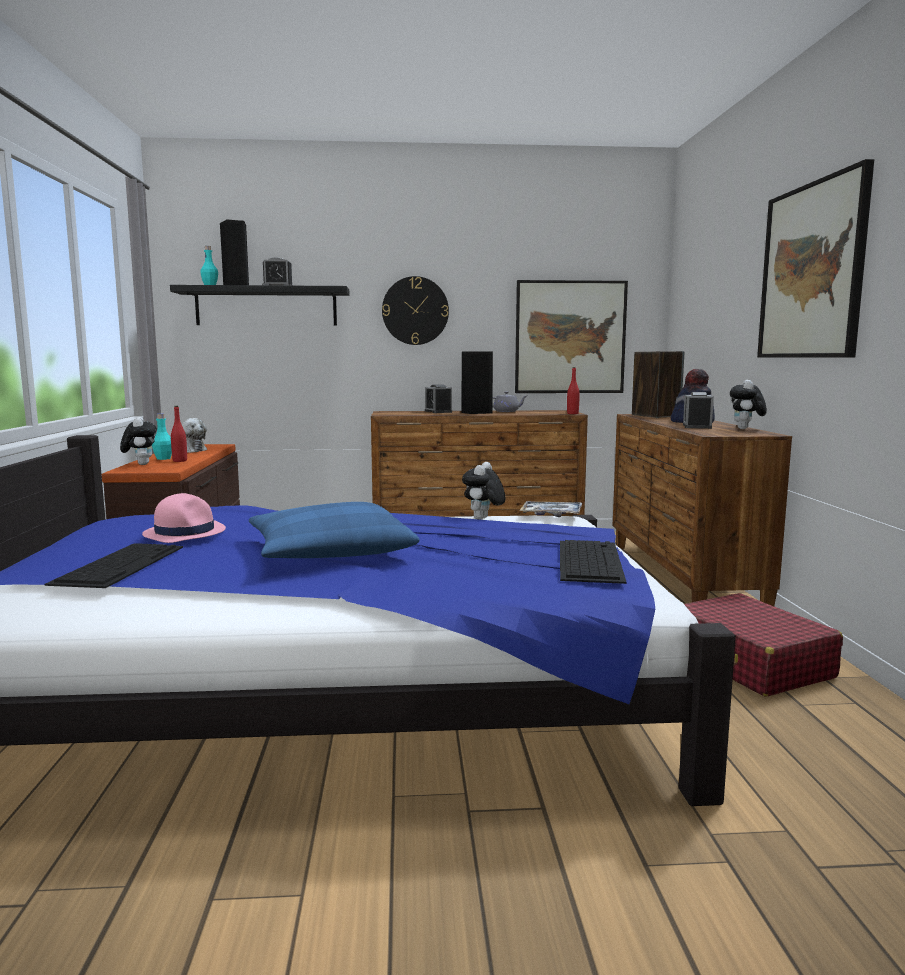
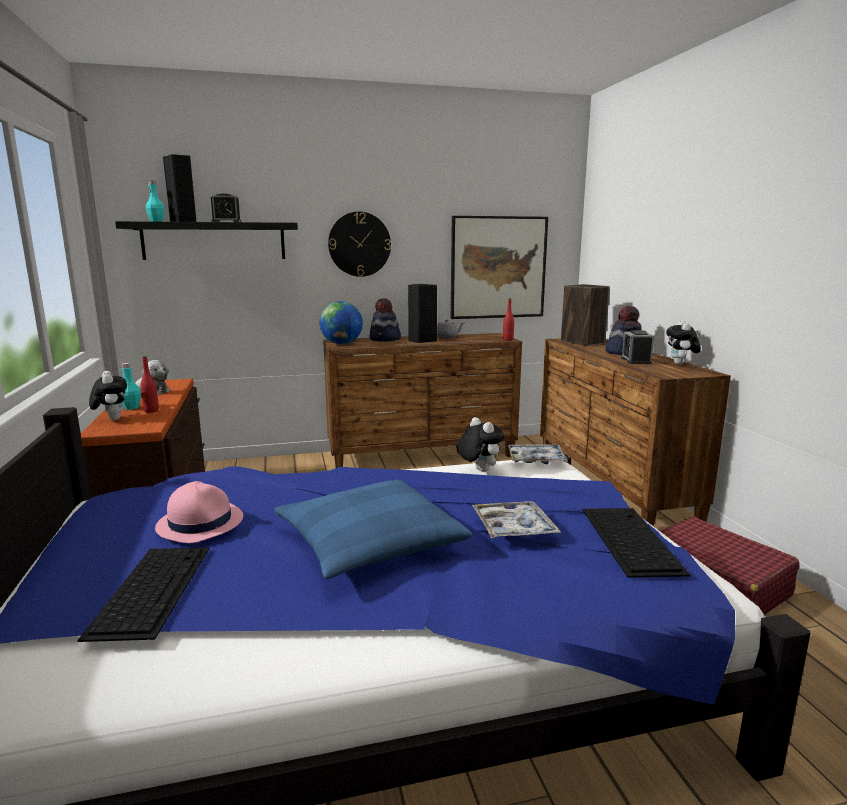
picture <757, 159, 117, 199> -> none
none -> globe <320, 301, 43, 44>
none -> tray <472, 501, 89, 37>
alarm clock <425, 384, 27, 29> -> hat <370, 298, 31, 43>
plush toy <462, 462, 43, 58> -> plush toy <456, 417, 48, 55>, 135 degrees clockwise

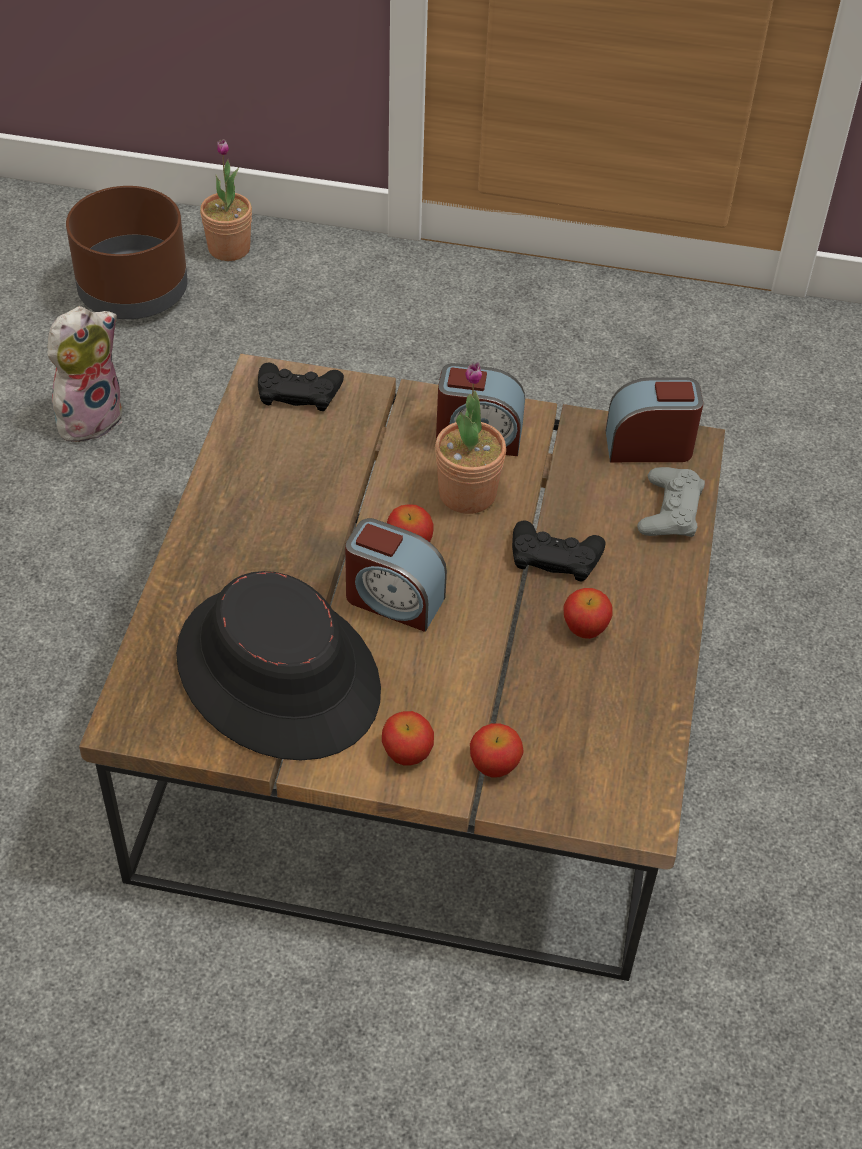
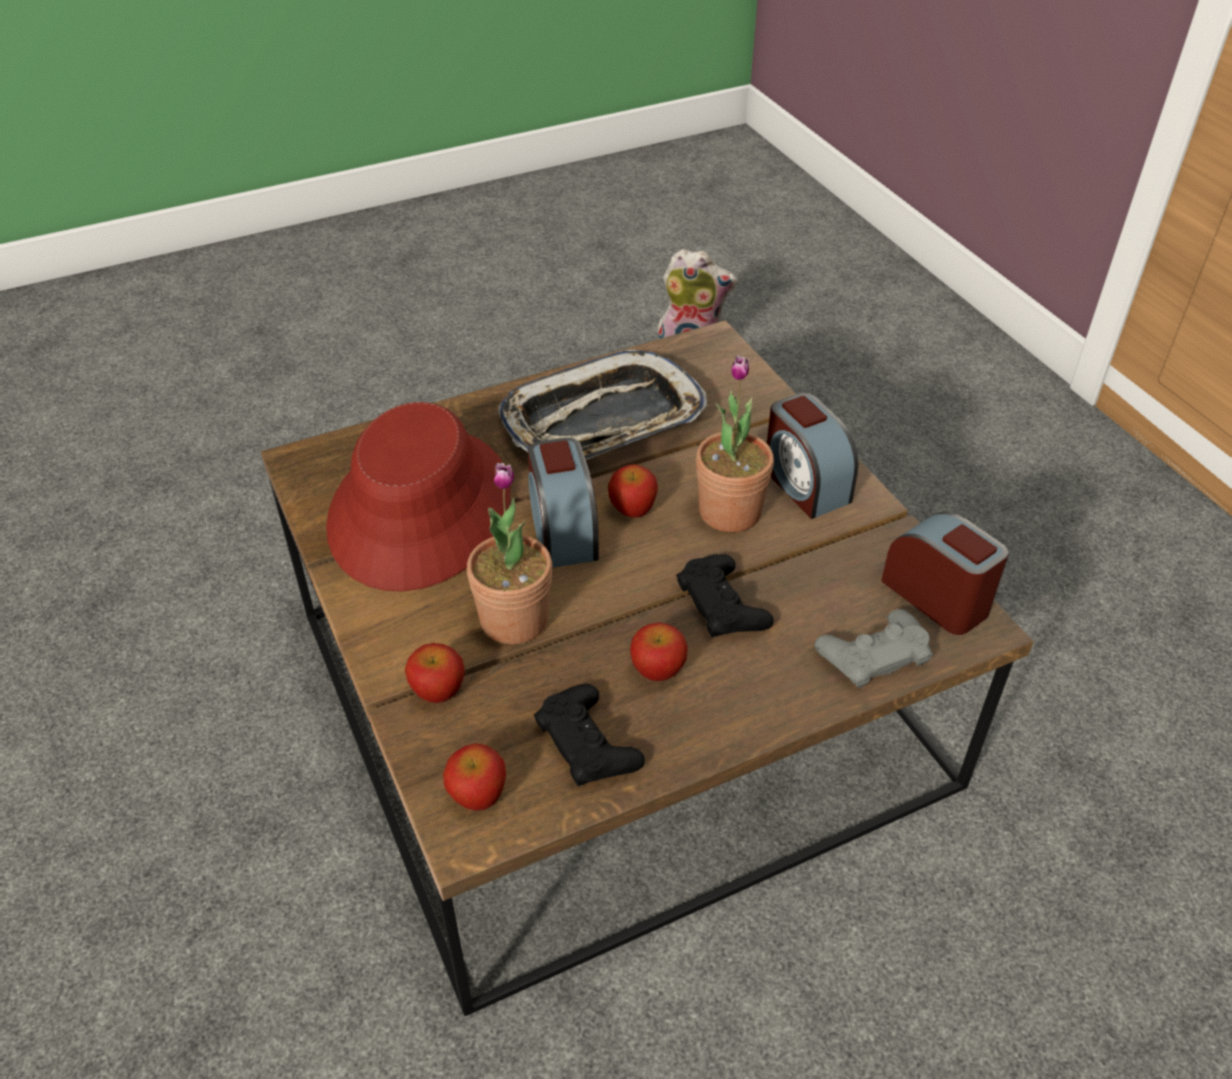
planter (brown) <66, 186, 122, 133> -> none
none -> tray <498, 350, 209, 110>
potted plant <200, 139, 52, 122> -> potted plant <467, 463, 85, 182>, moved
game controller (black) <258, 363, 86, 48> -> game controller (black) <534, 684, 111, 102>, moved
apple <382, 711, 52, 54> -> apple <443, 743, 63, 68>, moved
hat (black) <176, 571, 205, 189> -> hat (red) <326, 402, 184, 189>

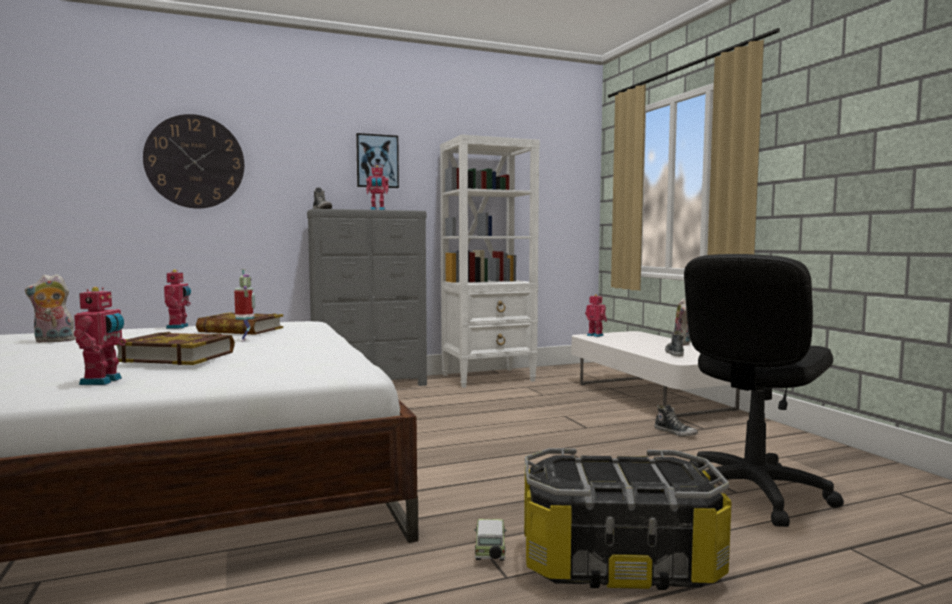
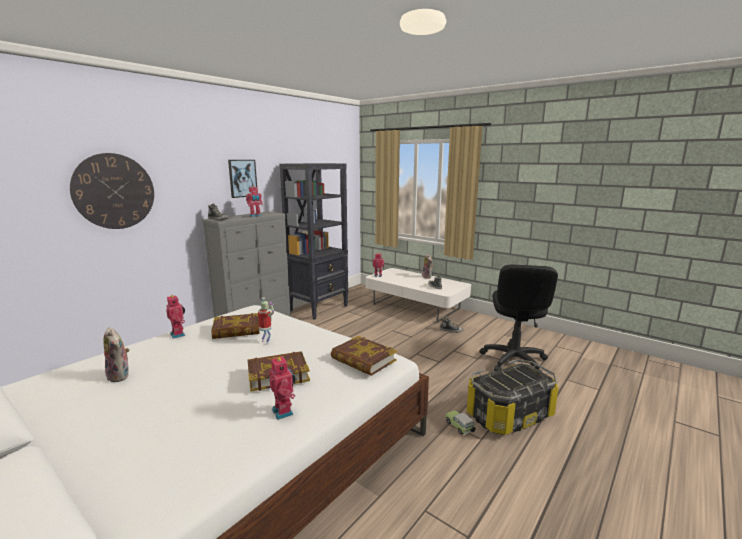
none -> book <331, 336, 66, 40>
bookcase (white) <440, 134, 100, 254> -> bookcase (black) <280, 163, 69, 157>
plush toy <25, 274, 51, 69> -> plush toy <104, 327, 26, 56>, 90 degrees counterclockwise

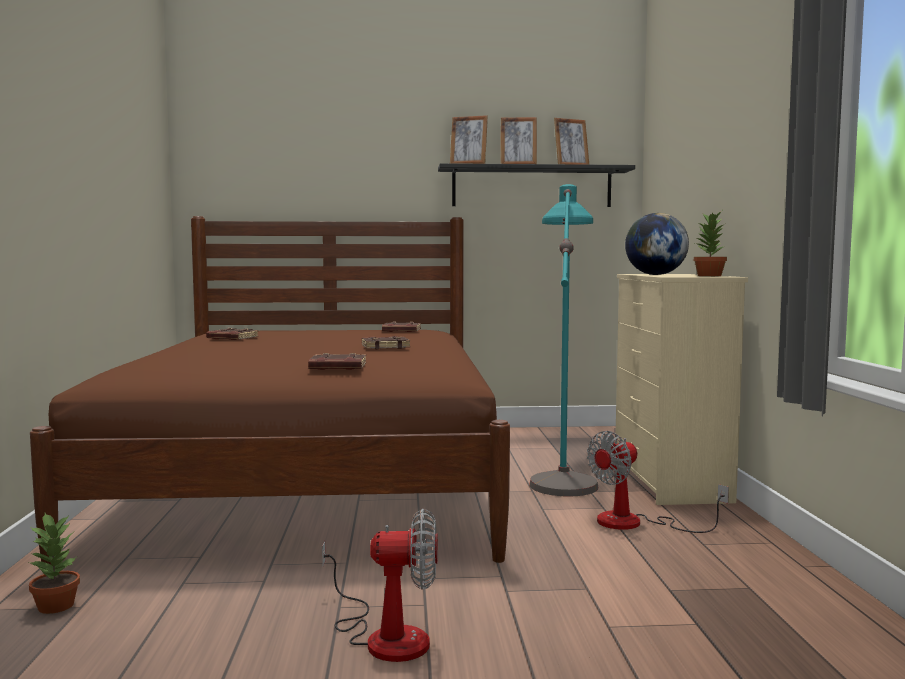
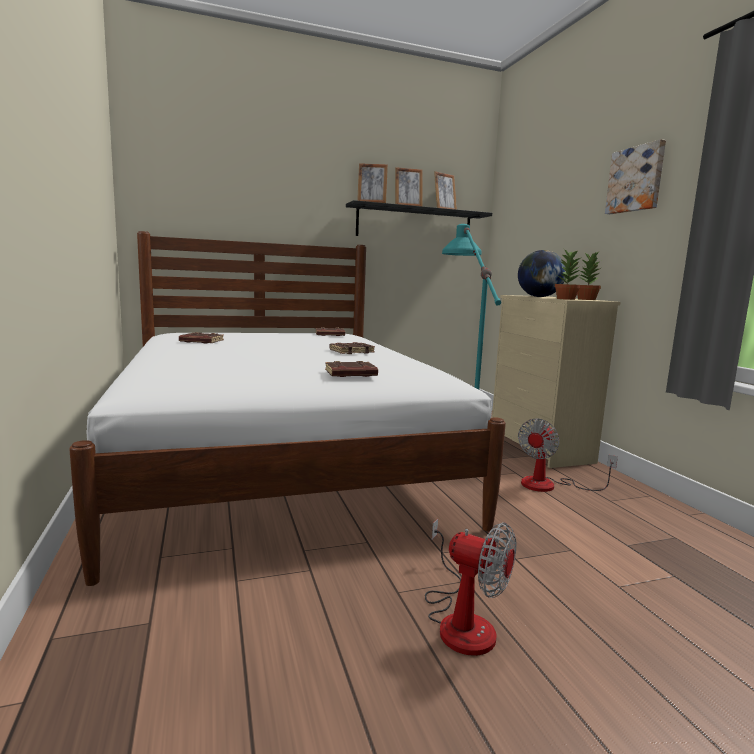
none -> picture <605, 139, 61, 75>
potted plant <29, 513, 51, 101> -> potted plant <555, 249, 27, 51>, moved
bed (brown) <30, 216, 480, 358> -> bed (white) <69, 231, 437, 355>
fan <322, 508, 116, 154> -> fan <425, 519, 91, 137>, 45 degrees clockwise

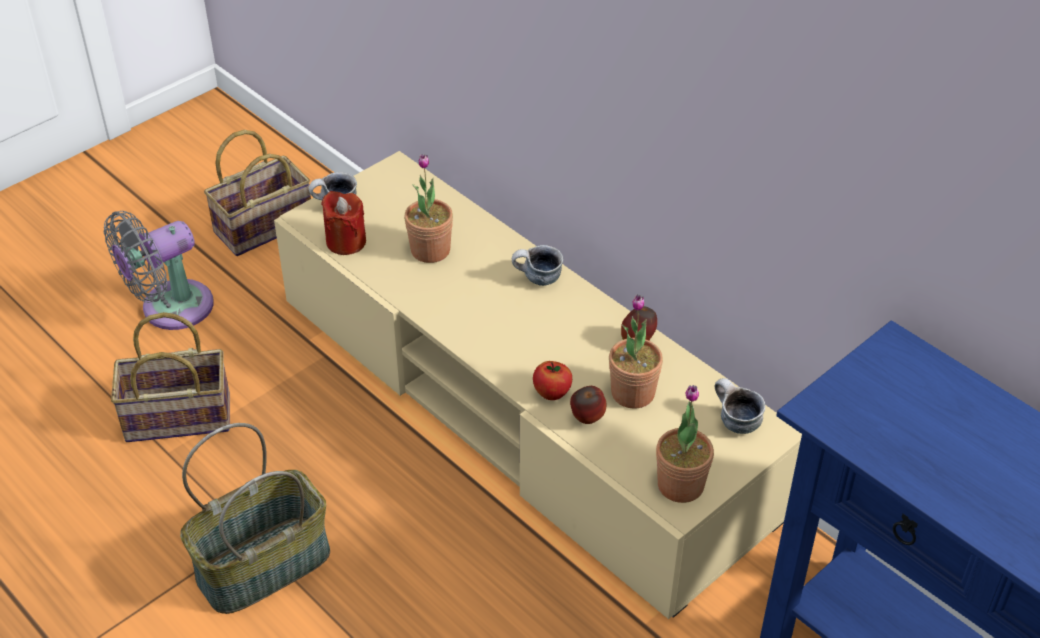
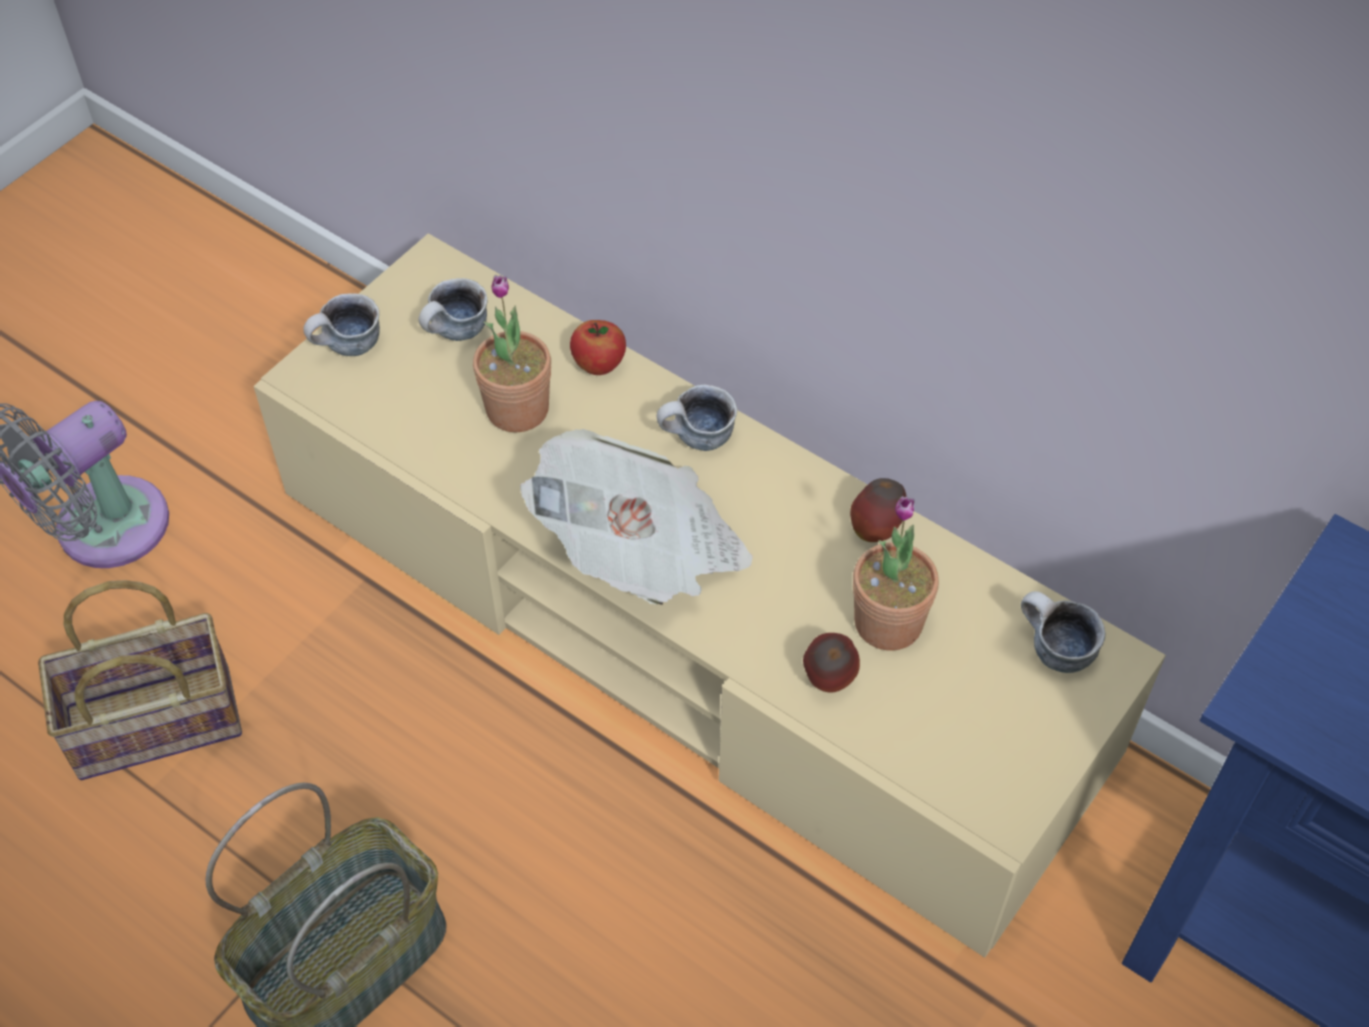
basket <204, 130, 107, 126> -> none
candle (red) <321, 191, 45, 64> -> none
potted plant <656, 385, 58, 118> -> none
none -> mug <418, 278, 69, 63>
none -> newspaper <520, 429, 233, 176>
apple <533, 361, 39, 39> -> apple <570, 320, 56, 55>, moved

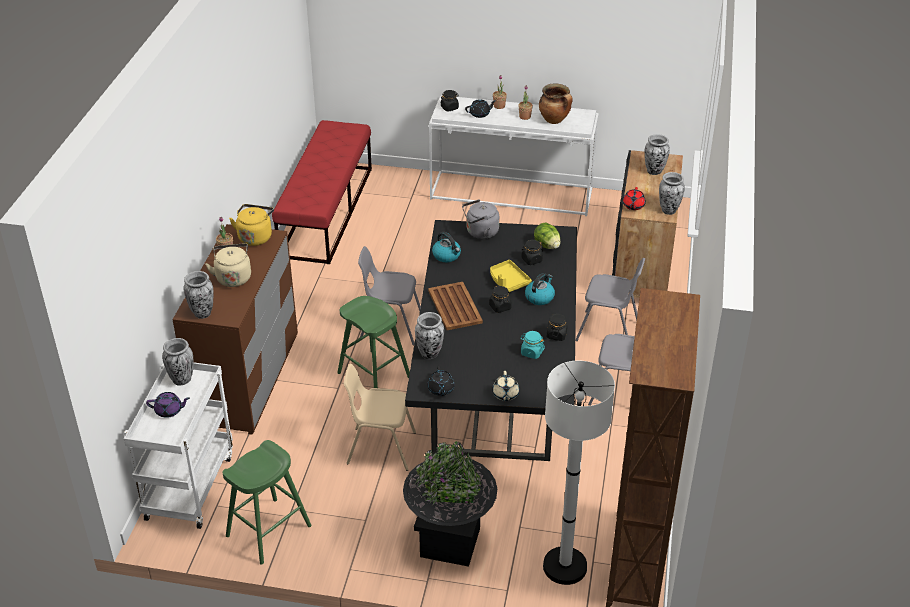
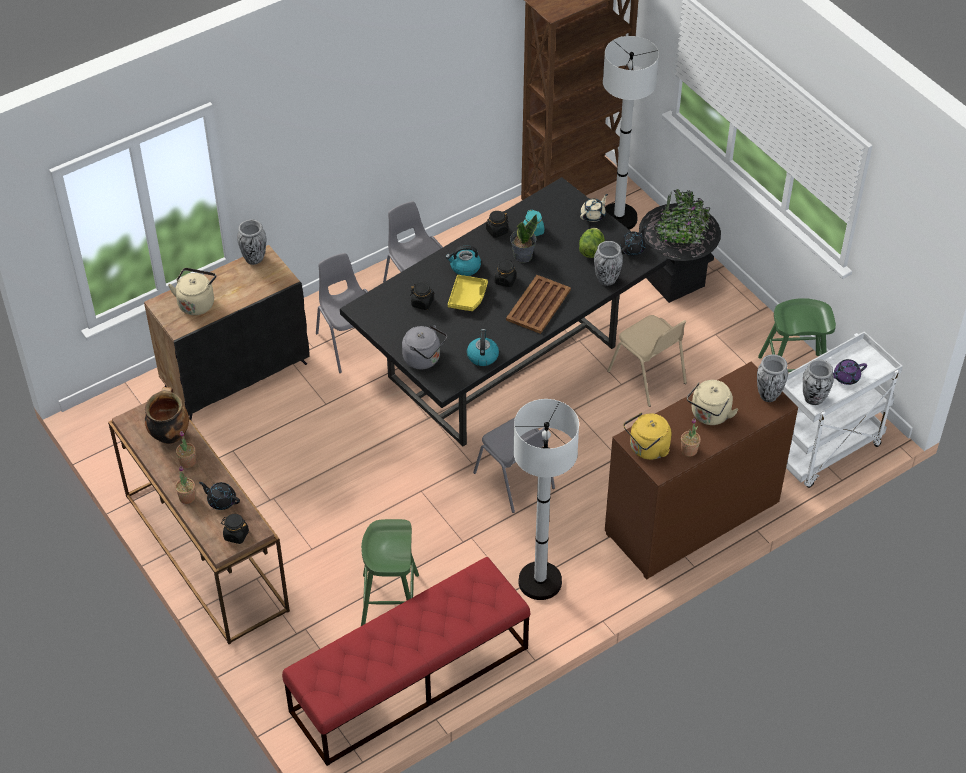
teapot (red) <623, 187, 23, 23> -> none
none -> potted plant <510, 214, 27, 49>
none -> floor lamp (white) <513, 399, 66, 201>
stool (green) <337, 296, 73, 92> -> stool (green) <361, 519, 58, 107>, moved
lettuce <534, 222, 27, 27> -> lettuce <579, 228, 26, 30>, moved
vase <645, 134, 25, 41> -> kettle (beige) <168, 268, 48, 47>
console table (white) <429, 95, 170, 121> -> console table (brown) <108, 402, 182, 242>
teapot (purple) <146, 392, 44, 26> -> teapot (purple) <833, 359, 34, 26>, 60 degrees counterclockwise

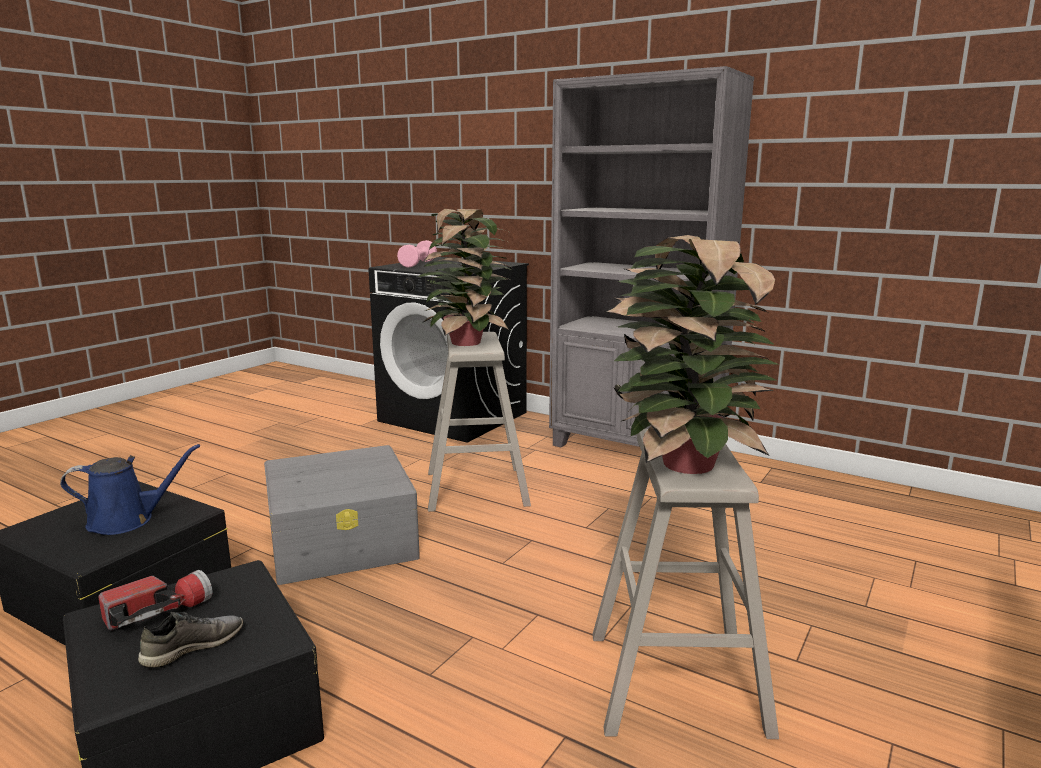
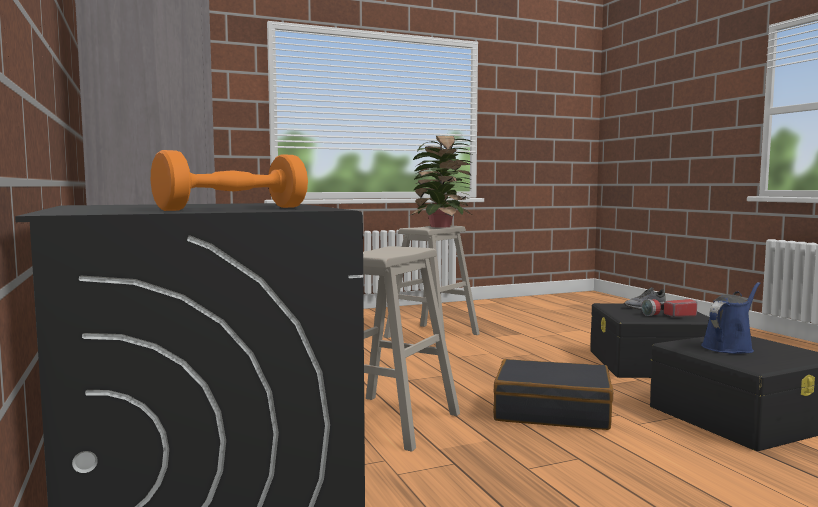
potted plant <418, 209, 96, 137> -> none
storage box (grey) <264, 445, 156, 140> -> suitcase (black) <493, 359, 120, 71>
dumbbell (pink) <397, 240, 40, 28> -> dumbbell (orange) <151, 150, 157, 61>
watering can (blue) <60, 444, 140, 91> -> watering can (blue) <701, 282, 60, 72>, 120 degrees clockwise

